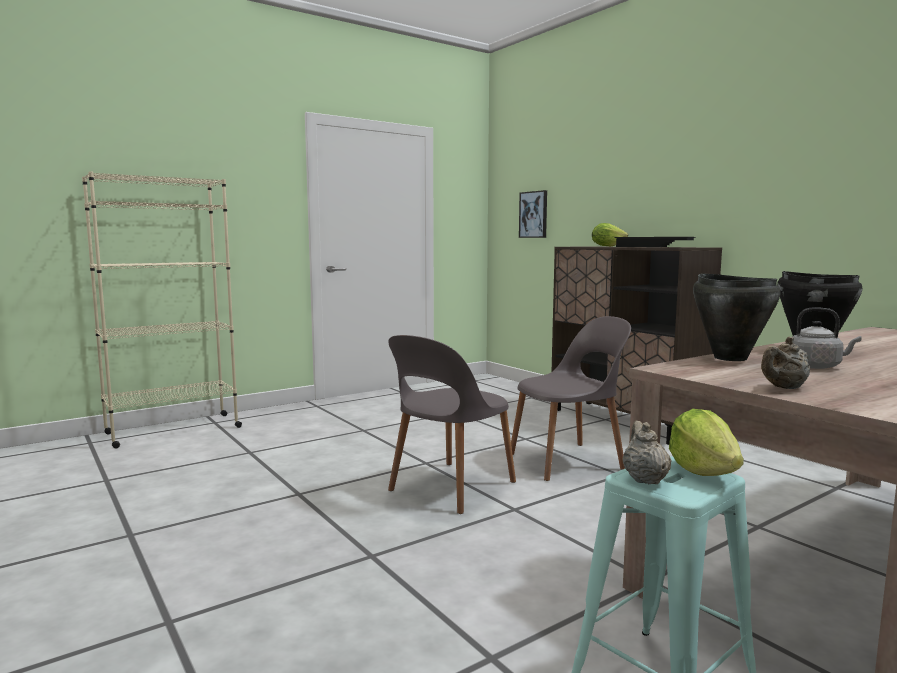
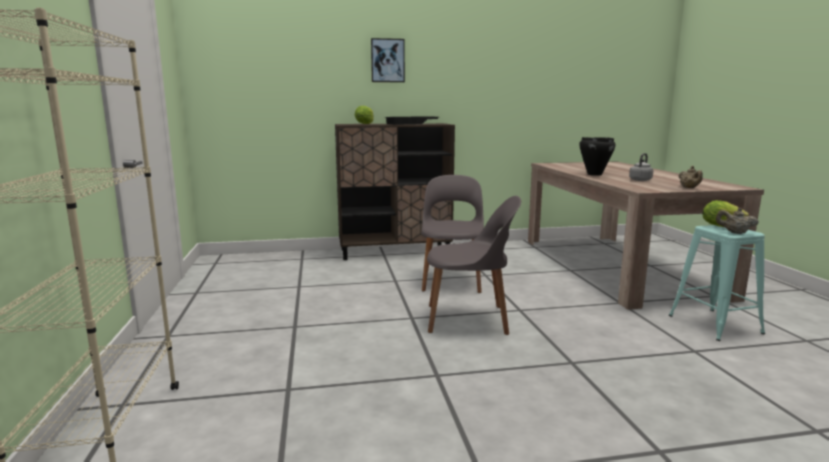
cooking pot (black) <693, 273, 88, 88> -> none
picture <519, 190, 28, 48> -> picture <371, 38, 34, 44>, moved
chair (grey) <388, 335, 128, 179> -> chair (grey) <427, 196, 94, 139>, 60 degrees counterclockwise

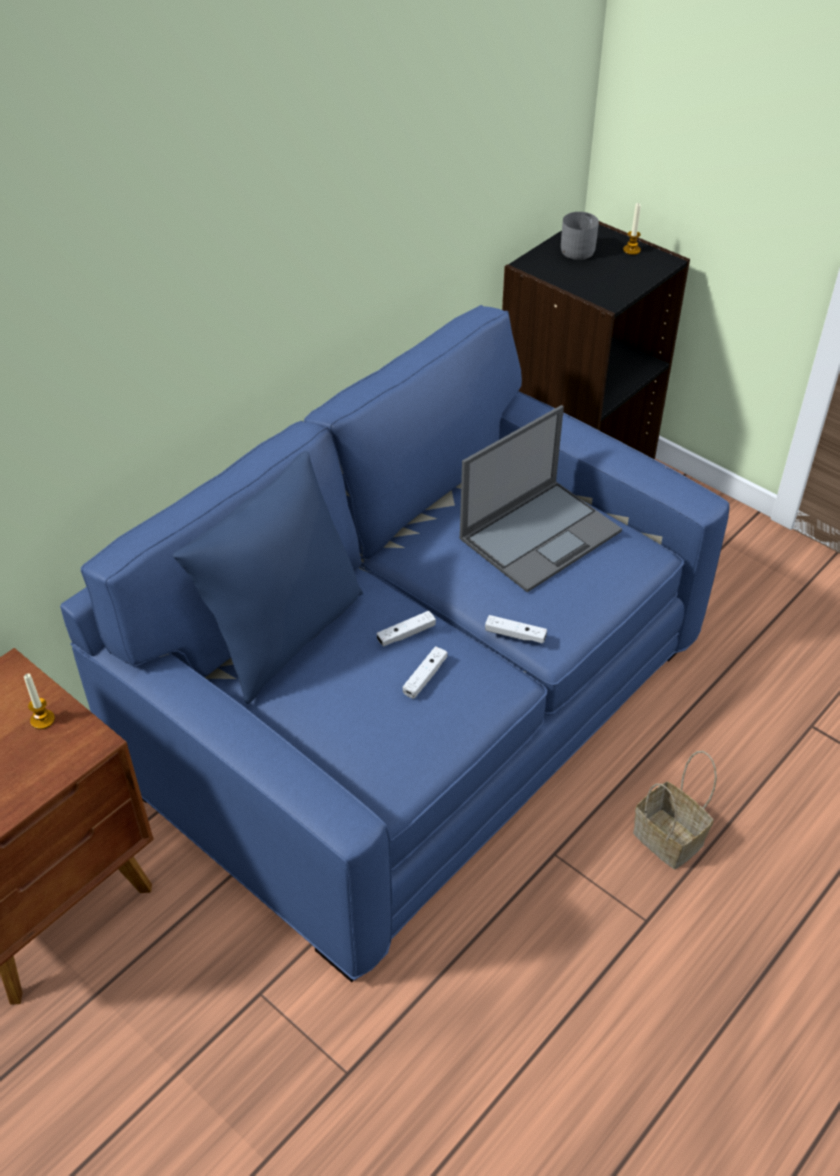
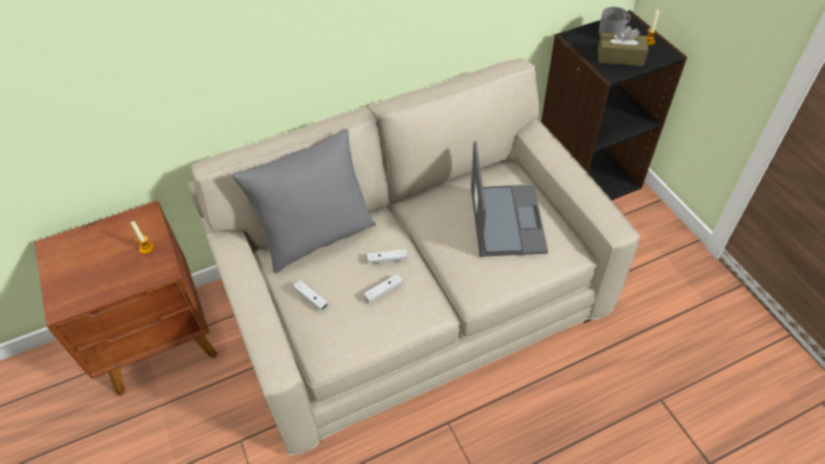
basket <633, 751, 84, 118> -> none
none -> tissue box (brown) <598, 26, 50, 40>
game controller (white) <485, 615, 62, 28> -> game controller (white) <293, 280, 35, 31>, moved
sofa (blue) <60, 305, 670, 677> -> sofa (beige) <188, 57, 452, 399>
pillow (blue) <173, 451, 190, 253> -> pillow (grey) <232, 129, 144, 145>
laptop <460, 405, 162, 187> -> laptop <471, 141, 77, 116>, 75 degrees counterclockwise

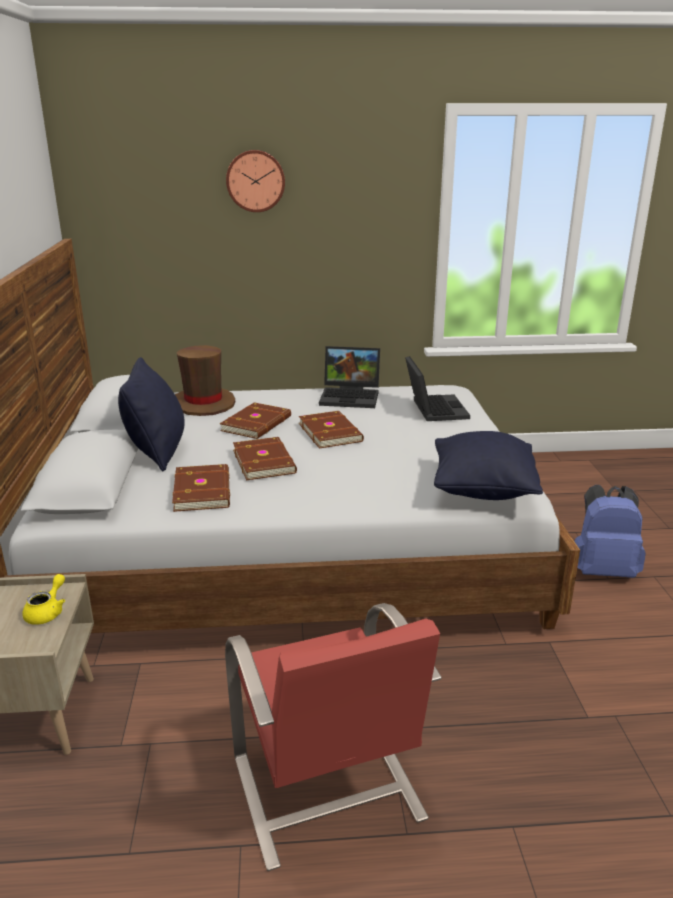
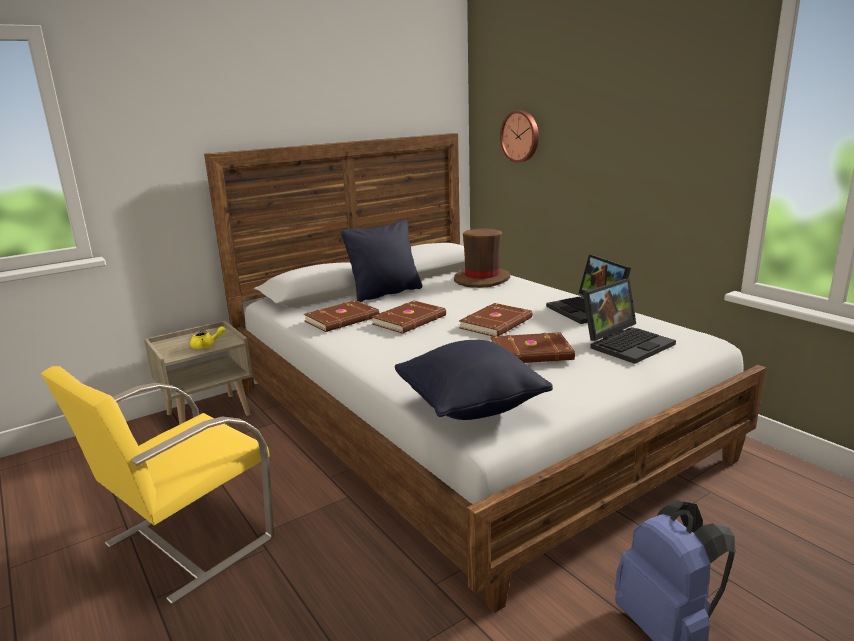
book (brown) <220, 402, 71, 37> -> book (brown) <490, 332, 85, 31>, moved
wall clock <226, 150, 59, 62> -> wall clock <500, 111, 39, 52>, moved
chair (red) <225, 603, 217, 268> -> chair (yellow) <41, 366, 233, 239>

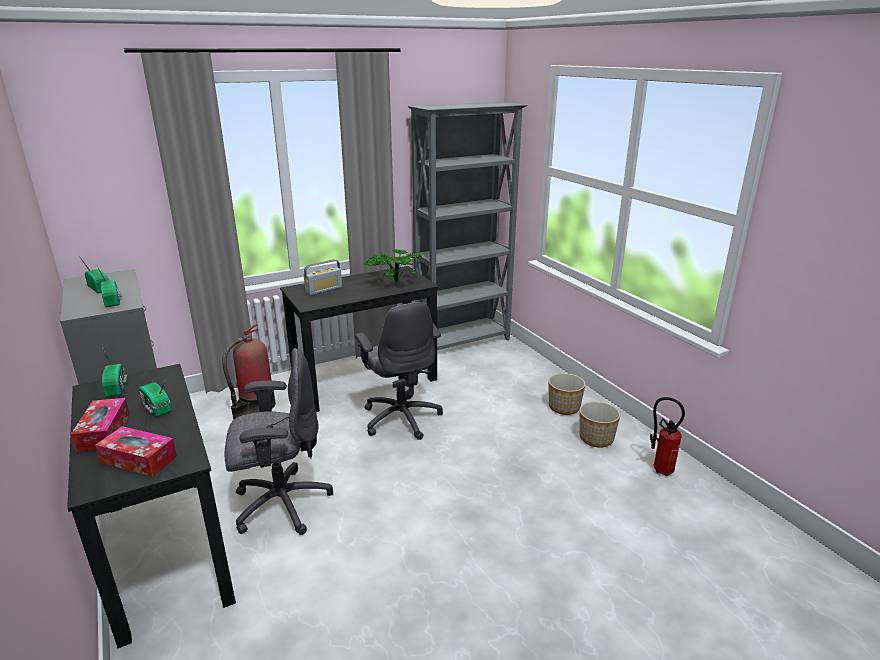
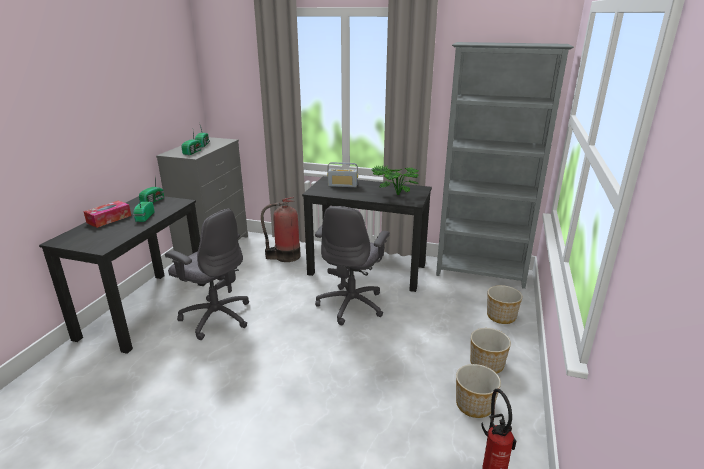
tissue box <95, 426, 82, 51> -> none
none -> planter <487, 285, 35, 39>

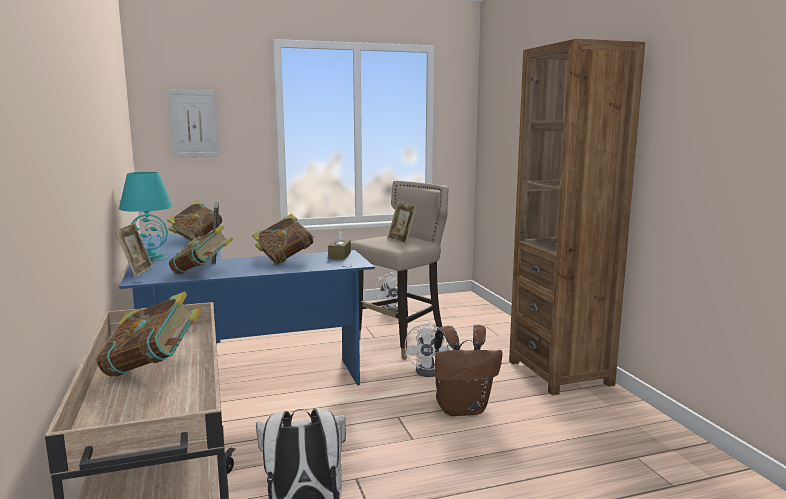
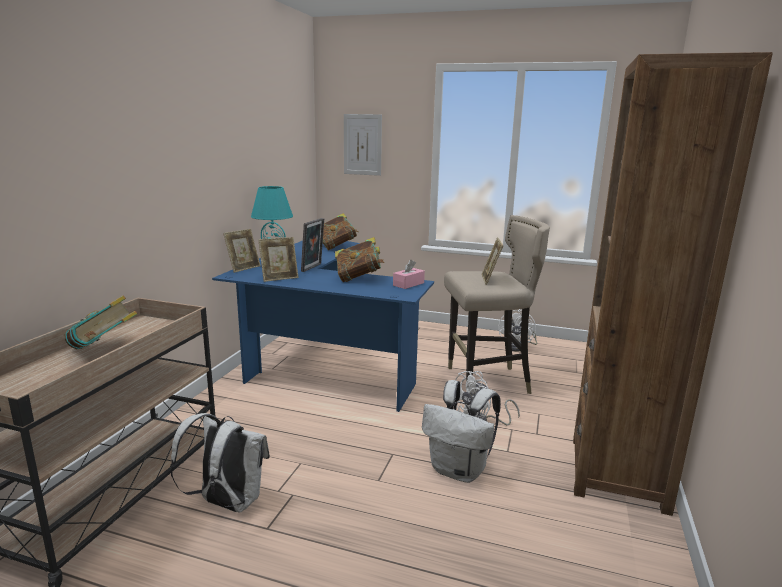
book <169, 225, 64, 49> -> picture frame <258, 237, 41, 45>
tissue box (brown) <328, 230, 23, 30> -> tissue box (pink) <393, 259, 32, 30>
backpack (brown) <434, 325, 68, 91> -> backpack (white) <422, 380, 79, 103>

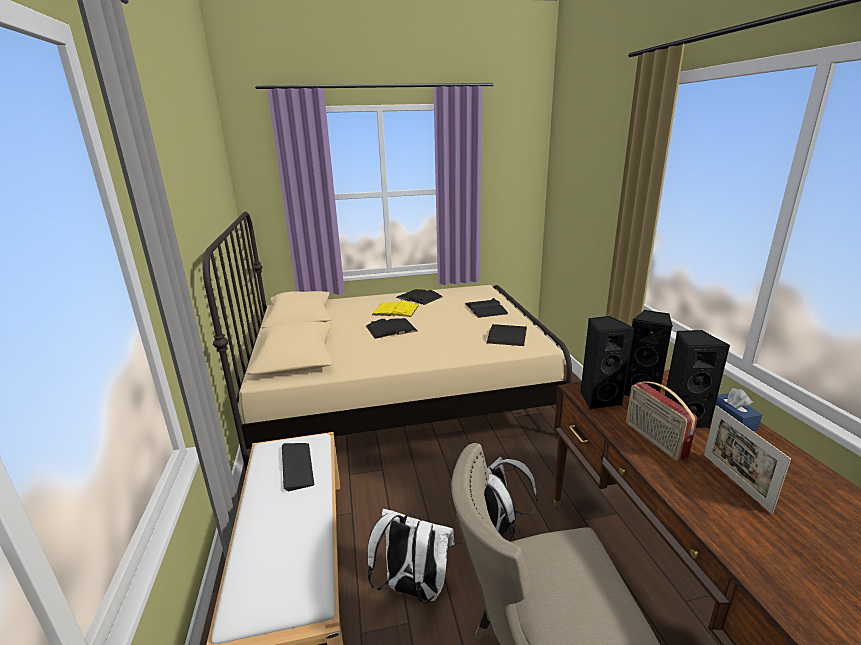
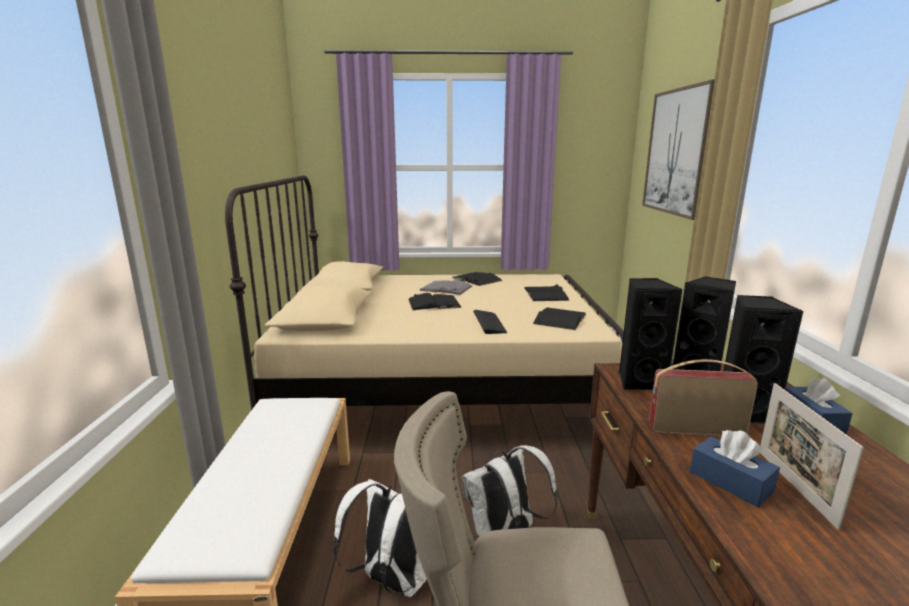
none -> picture <642, 79, 73, 141>
none -> tissue box (blue) <690, 430, 90, 77>
keyboard <282, 443, 32, 48> -> keyboard <473, 310, 34, 24>, moved
book (yellow) <372, 301, 47, 16> -> book (grey) <419, 280, 53, 15>
radio <626, 381, 71, 80> -> radio <649, 359, 109, 77>, 105 degrees clockwise

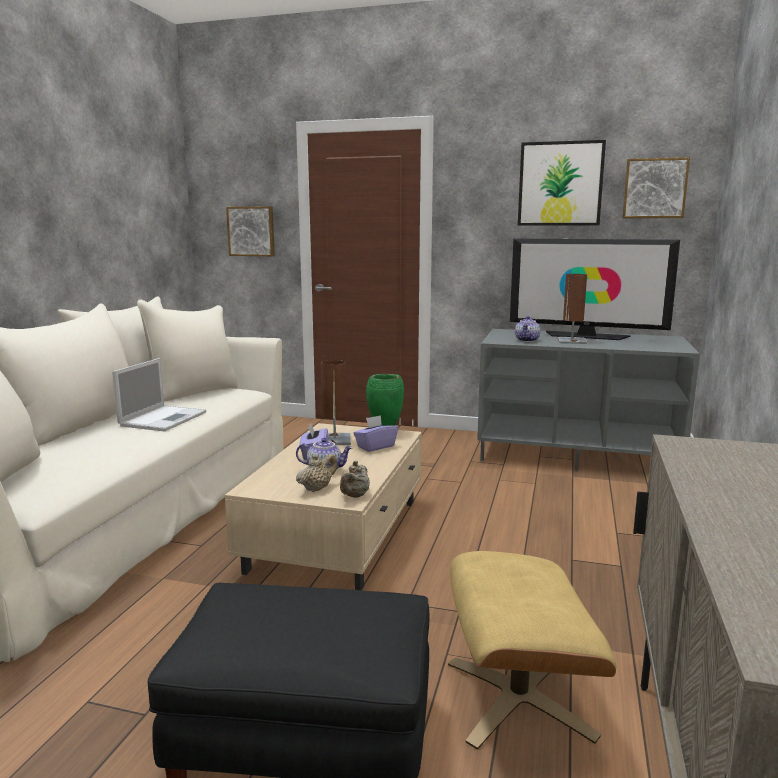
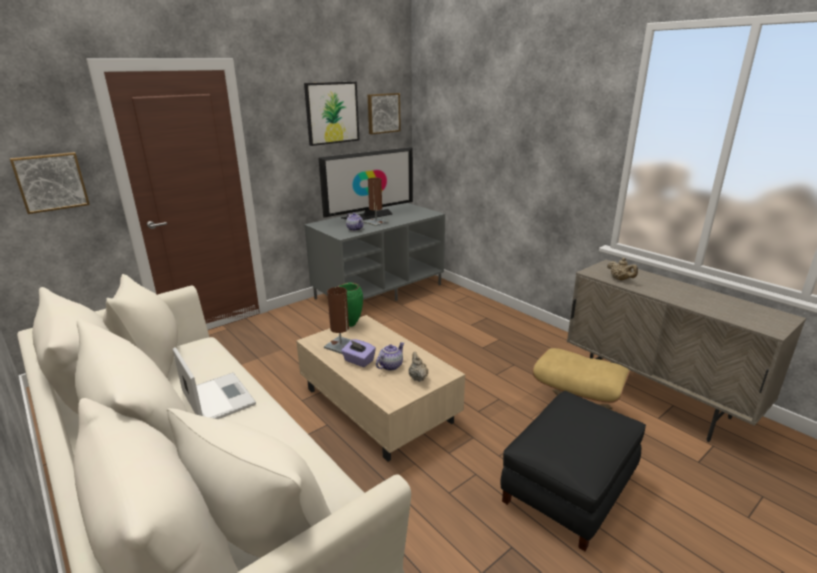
tissue box (purple) <354, 415, 44, 37> -> none
teapot (beige) <340, 461, 30, 37> -> teapot (beige) <607, 258, 31, 22>, moved

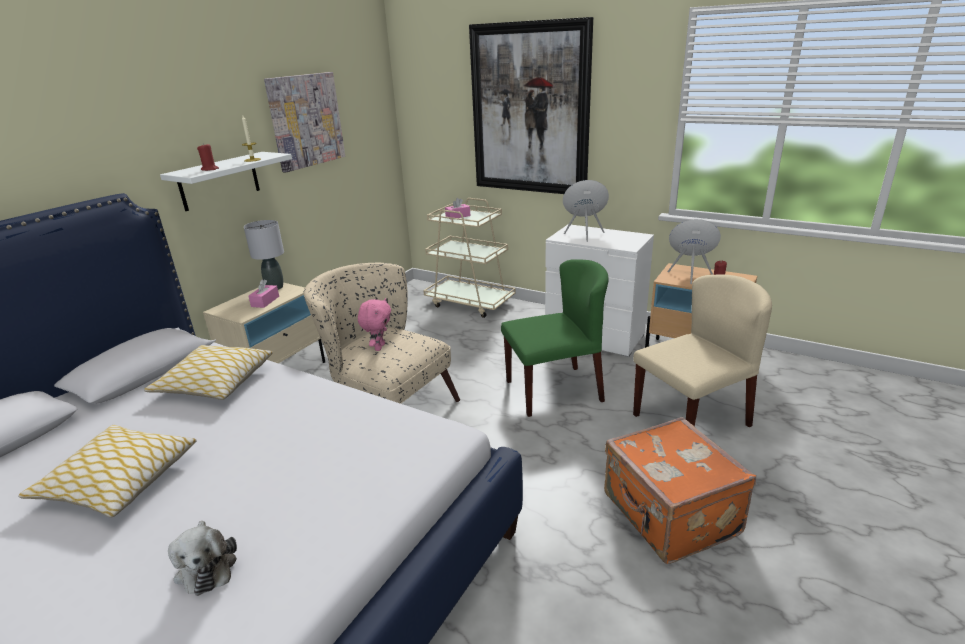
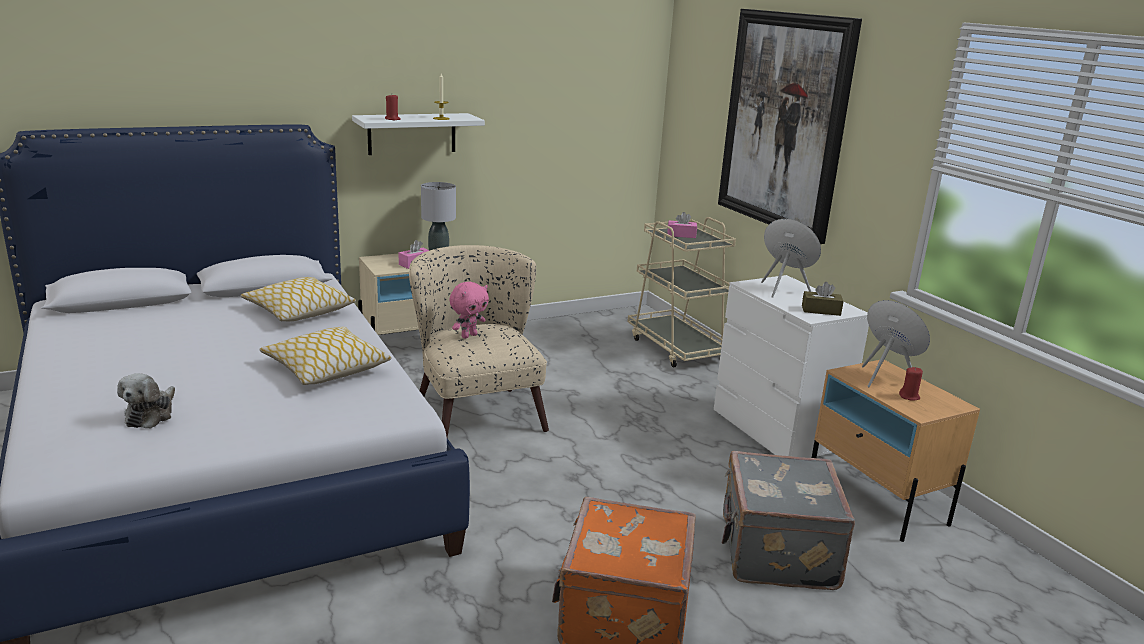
picture <264, 72, 81, 101> -> none
chair (green) <501, 259, 108, 158> -> none
none -> tissue box (brown) <802, 282, 42, 34>
pillow <18, 425, 179, 93> -> pillow <259, 327, 133, 58>, moved
chair (beige) <633, 275, 139, 152> -> suitcase (grey) <722, 451, 133, 139>

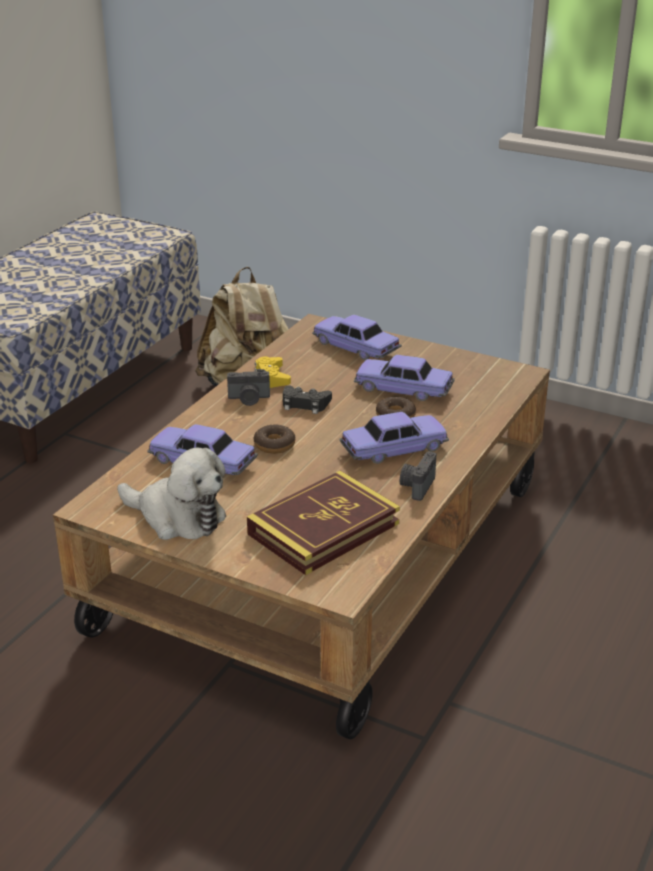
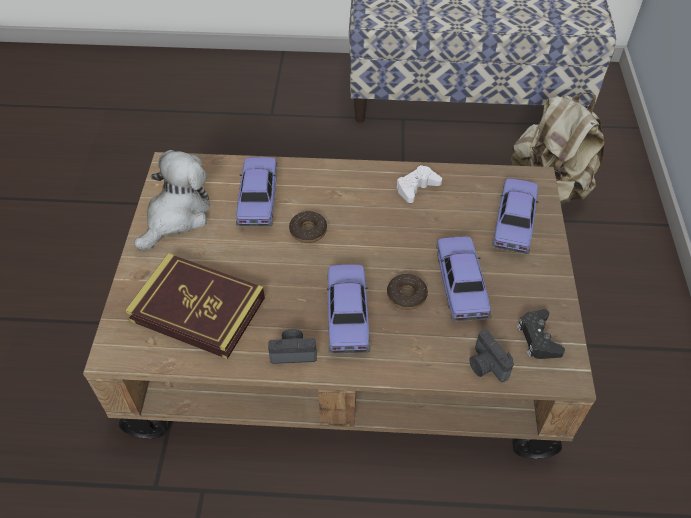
photo camera <227, 369, 43, 37> -> photo camera <469, 329, 45, 53>, moved
game controller (black) <283, 385, 49, 29> -> game controller (black) <517, 309, 48, 50>, moved
game controller (yellow) <254, 357, 37, 31> -> game controller (white) <396, 165, 46, 38>
plush toy <117, 448, 109, 92> -> plush toy <134, 150, 76, 100>, 150 degrees counterclockwise
toy car <339, 412, 110, 52> -> toy car <326, 264, 44, 90>, 135 degrees counterclockwise

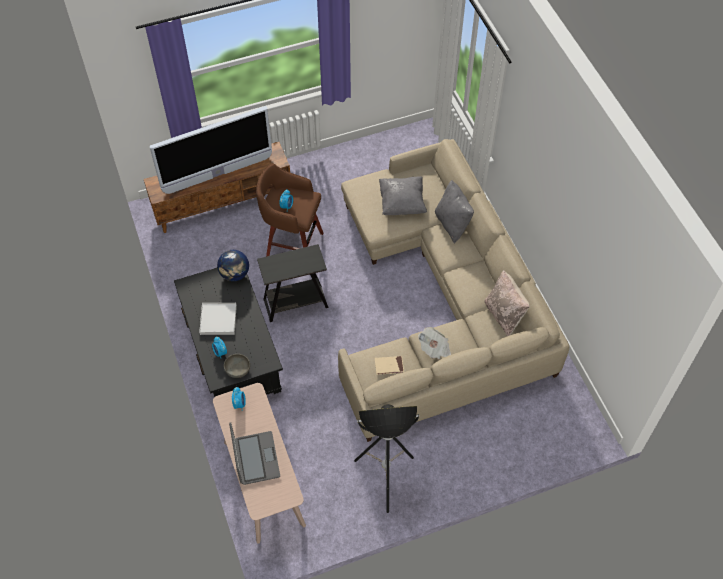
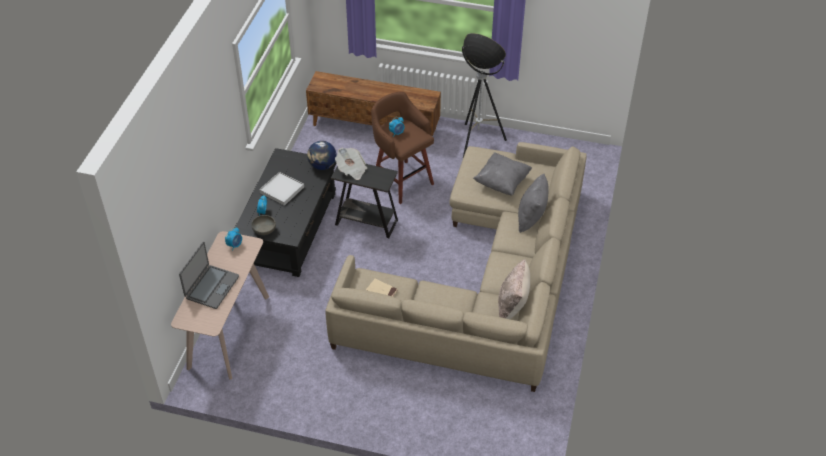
television <150, 106, 122, 88> -> none
floor lamp <354, 404, 65, 109> -> floor lamp <462, 33, 45, 124>, moved
newspaper <418, 327, 33, 32> -> newspaper <335, 148, 32, 32>, moved

